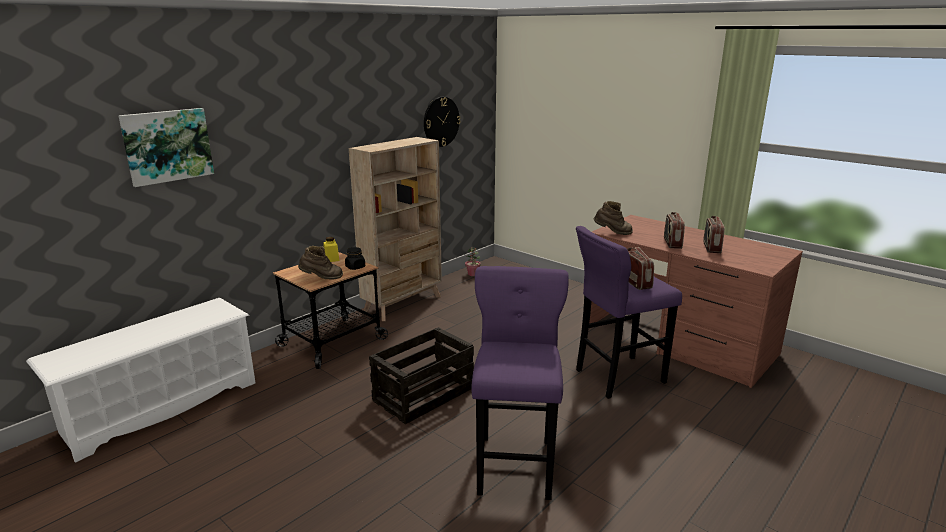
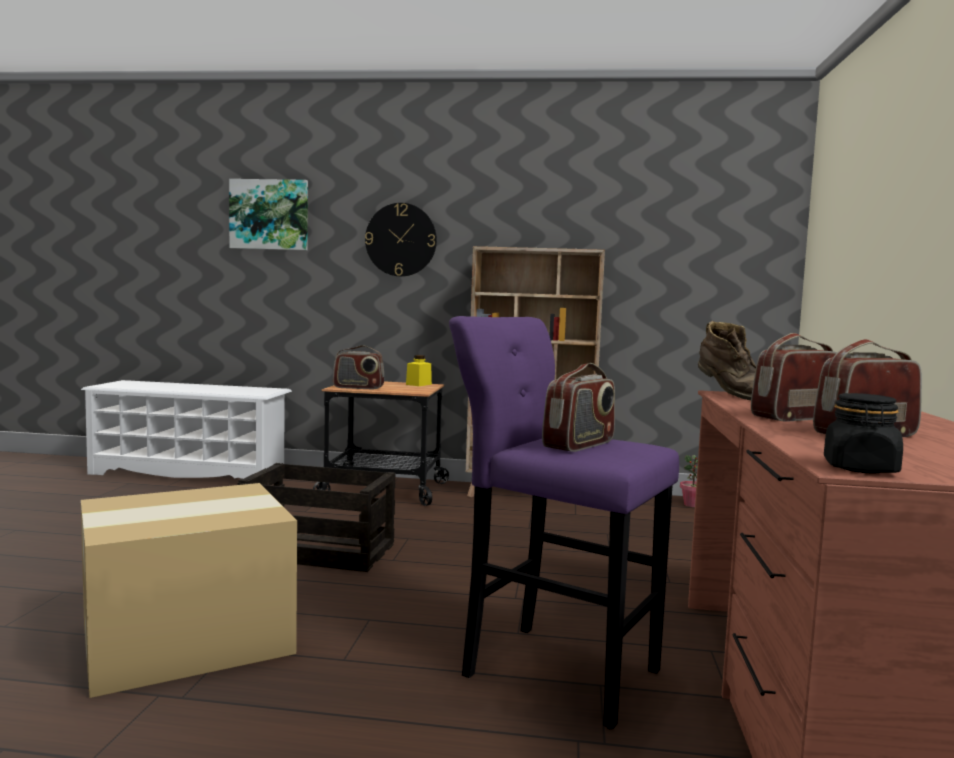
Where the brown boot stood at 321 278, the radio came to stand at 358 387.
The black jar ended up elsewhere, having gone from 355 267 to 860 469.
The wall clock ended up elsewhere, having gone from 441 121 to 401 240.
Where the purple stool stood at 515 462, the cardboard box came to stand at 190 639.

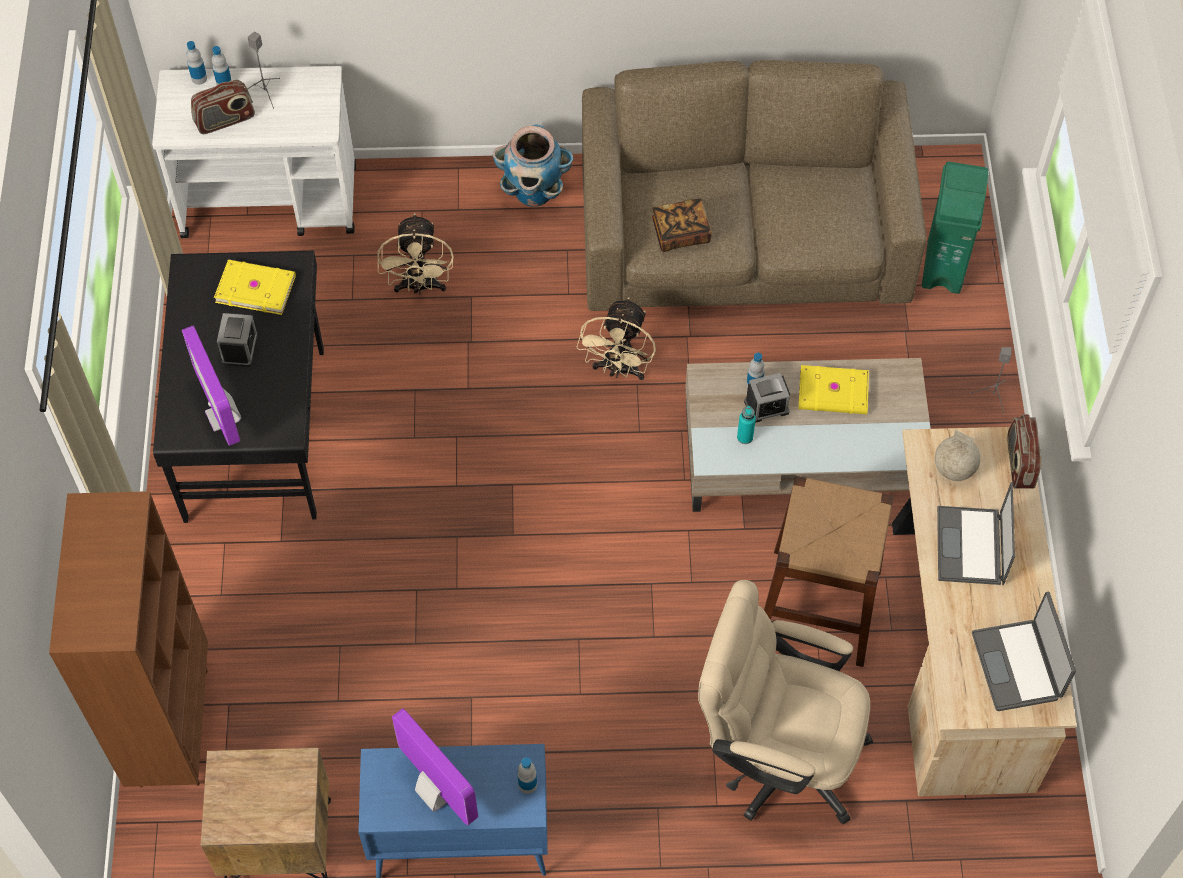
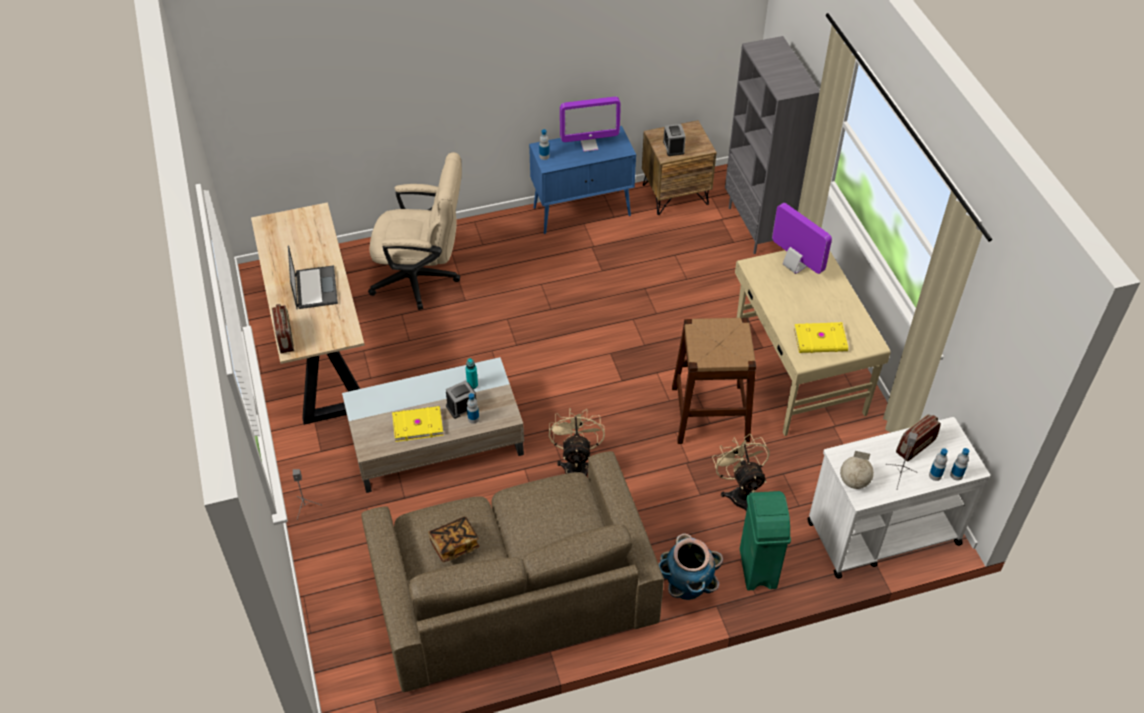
What was the brown bookcase at 171 726 turned into the grey bookcase at 757 227.
What was the black desk at 258 432 turned into the beige desk at 797 376.
The alarm clock ended up elsewhere, having gone from 240 348 to 673 147.
The monitor at 437 793 ended up facing another way, 45 degrees counterclockwise from before.
The book ended up elsewhere, having gone from 680 233 to 454 545.
The brown stool ended up elsewhere, having gone from 818 606 to 710 413.
The green trash can ended up elsewhere, having gone from 944 265 to 757 569.
The globe ended up elsewhere, having gone from 954 470 to 853 481.
The second view lost the laptop at 1018 666.

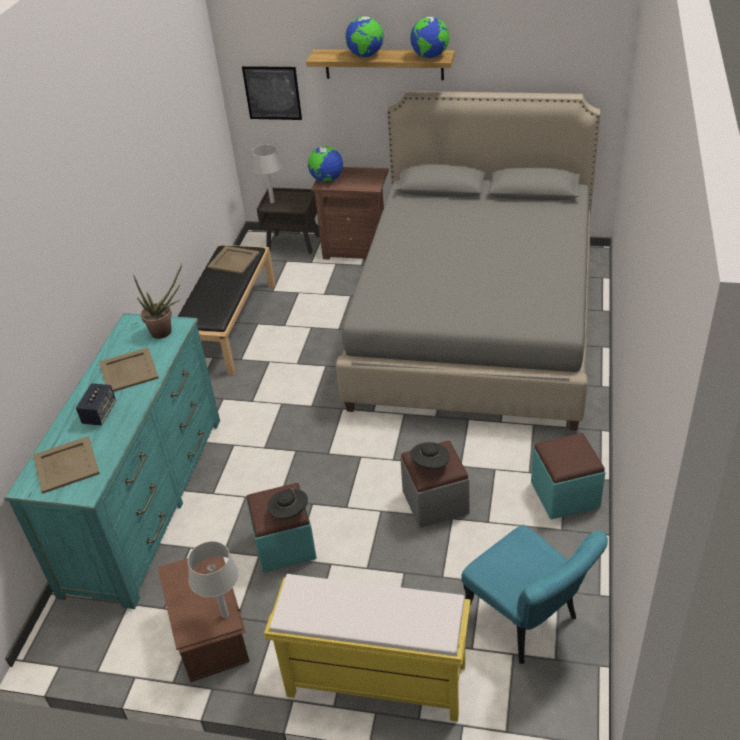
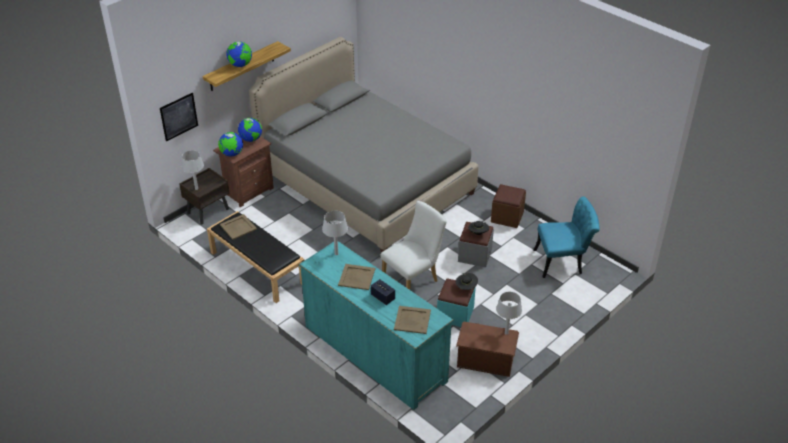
Where the potted plant stood at 166 331, the grey table lamp came to stand at 336 254.
The second view lost the yellow bench at 374 681.
The globe ended up elsewhere, having gone from 430 56 to 251 139.
What was the turquoise ottoman at 565 494 turned into the brown ottoman at 507 217.
The second view gained the white chair at 413 279.

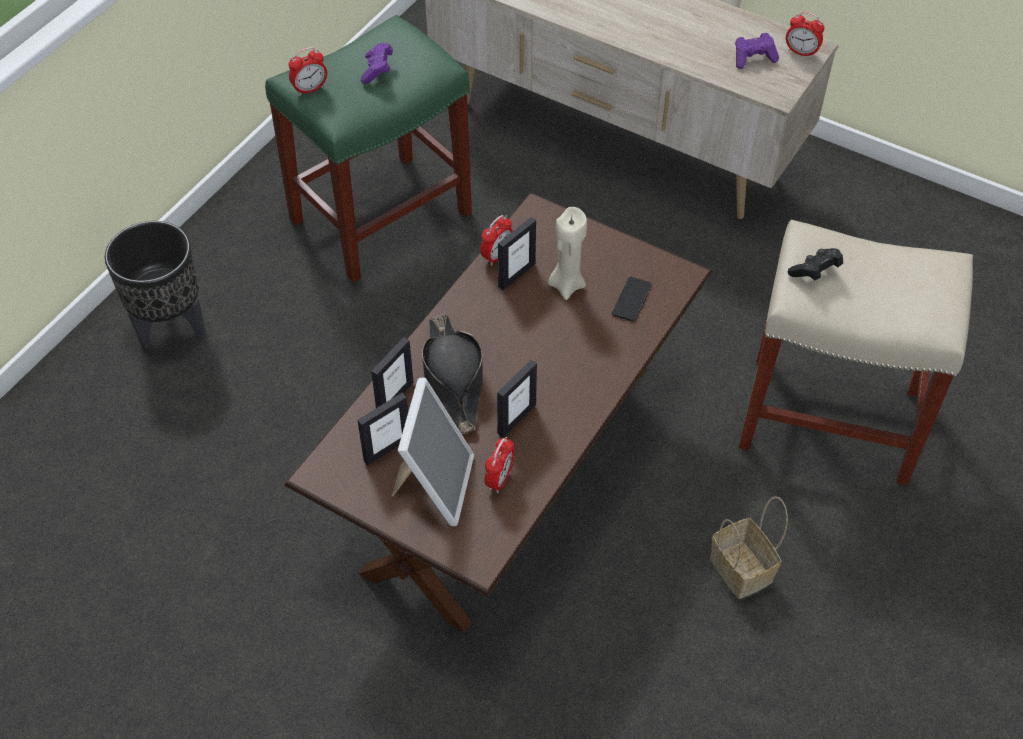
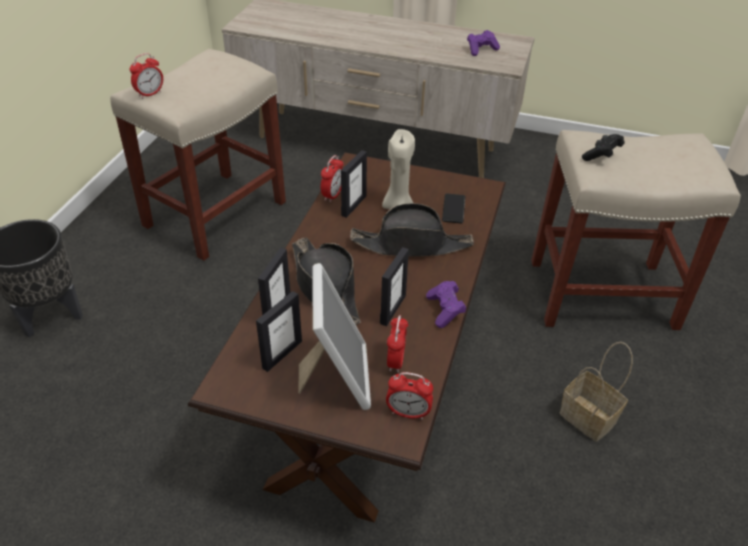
What was the green stool at 382 215 turned into the beige stool at 216 212.
The purple game controller ended up elsewhere, having gone from 377 70 to 445 310.
The alarm clock ended up elsewhere, having gone from 801 52 to 408 413.
The second view gained the black hat at 412 245.

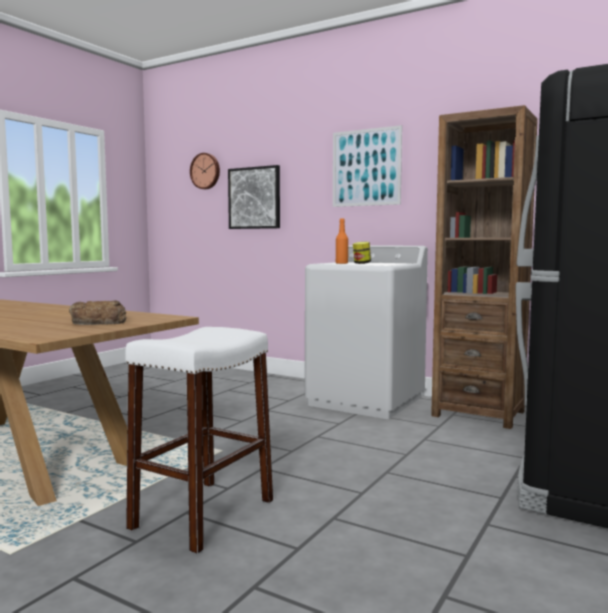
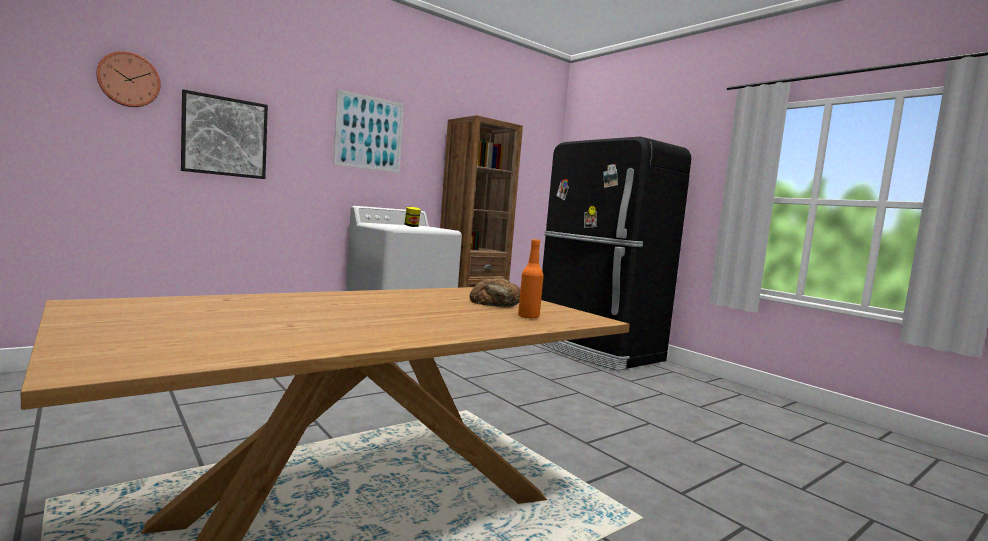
The second view lost the white stool at 203 514.
The orange bottle ended up elsewhere, having gone from 341 263 to 528 317.

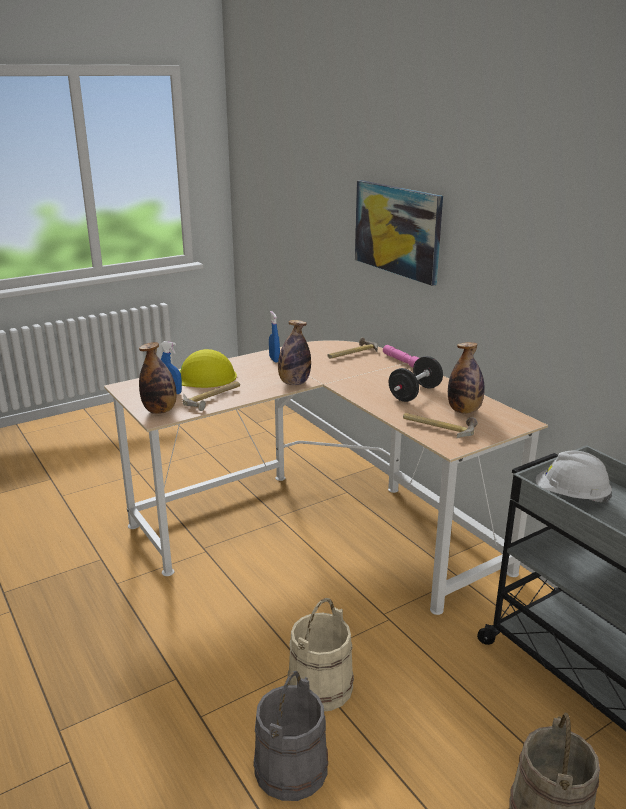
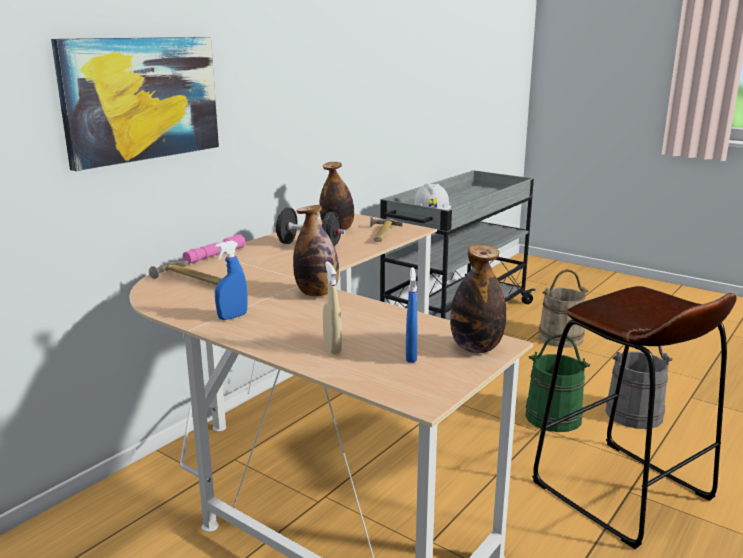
Where the yellow hard hat stood at 204 377, the beige spray bottle came to stand at 332 348.
The second view lost the hammer at 214 398.
What was the beige bucket at 320 686 turned into the green bucket at 553 417.
The second view gained the brown stool at 621 491.

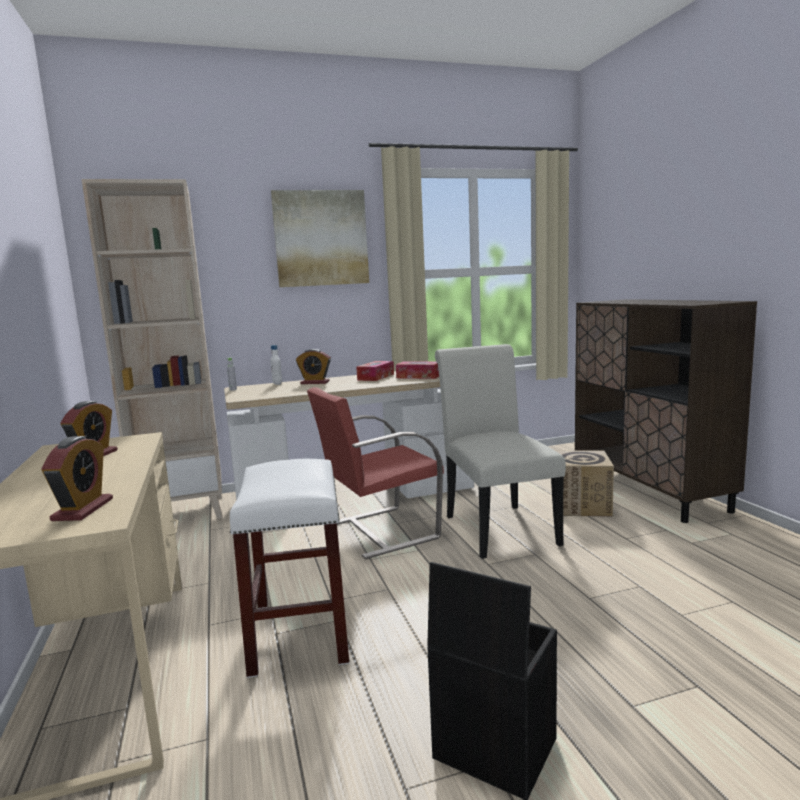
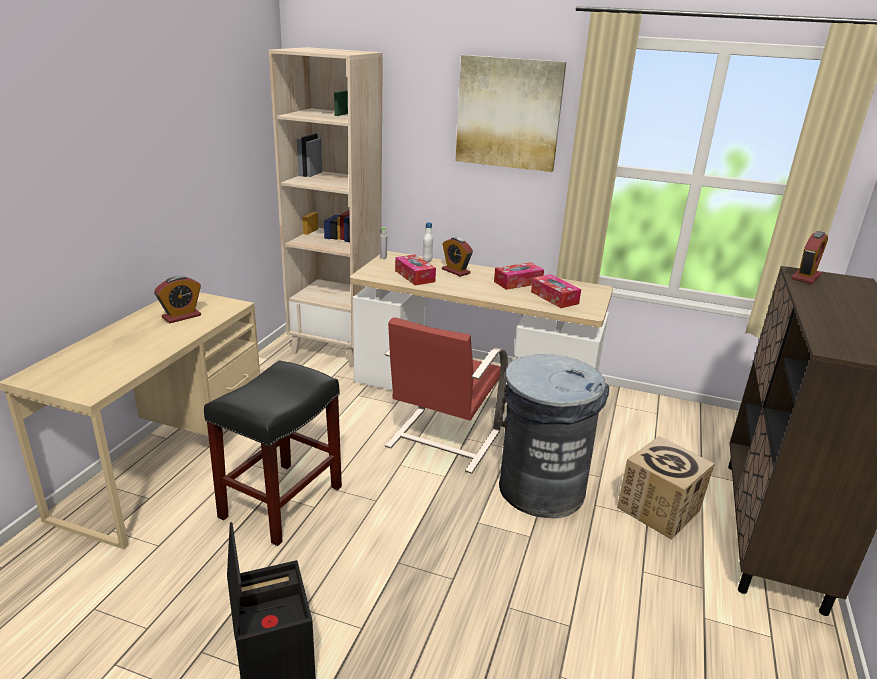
The alarm clock ended up elsewhere, having gone from 83 509 to 806 277.
What was the white stool at 300 632 turned into the black stool at 281 503.
The red chair at 379 531 ended up facing another way, 75 degrees counterclockwise from before.
Where the white chair stood at 497 527, the grey trash can came to stand at 541 488.
The second view gained the tissue box at 414 276.

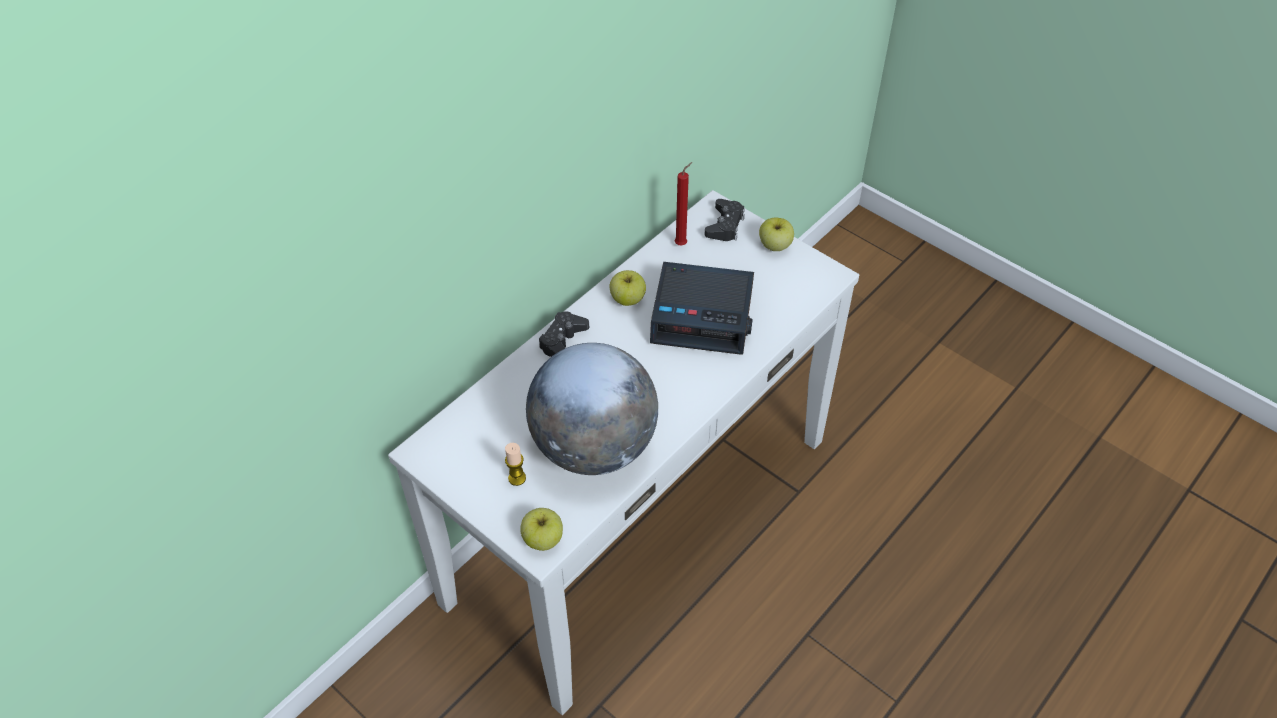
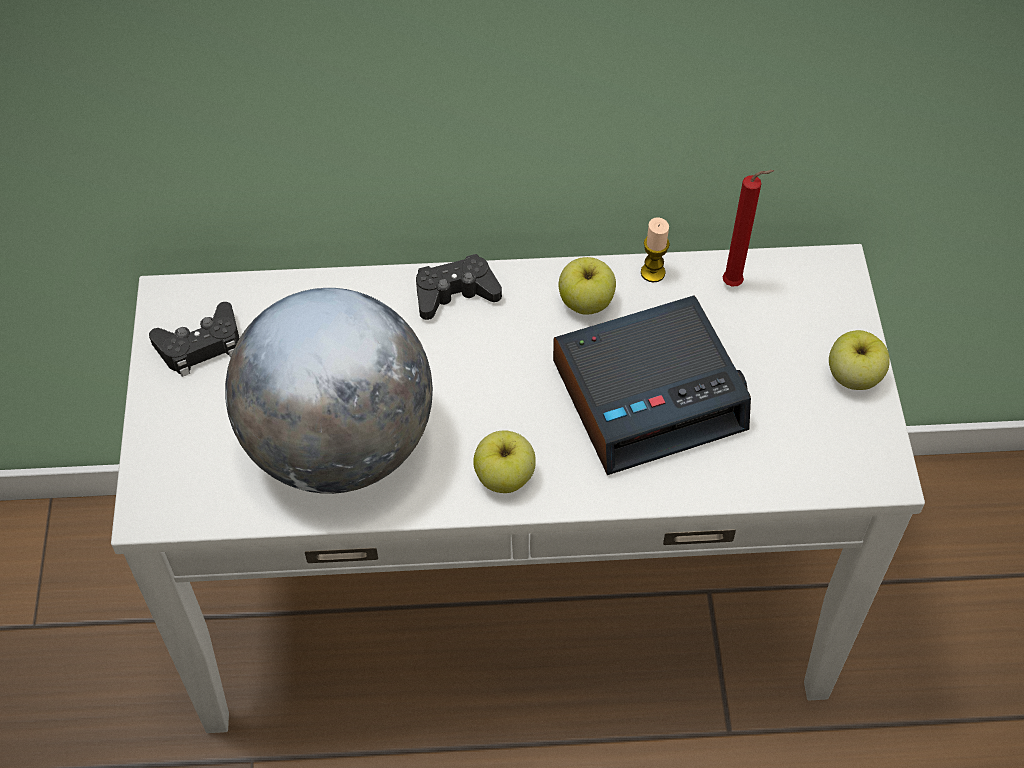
The candle ended up elsewhere, having gone from 517 478 to 652 272.
The apple ended up elsewhere, having gone from 543 539 to 505 477.
The alarm clock at 703 316 ended up facing another way, 75 degrees counterclockwise from before.
The black game controller ended up elsewhere, having gone from 725 225 to 200 345.

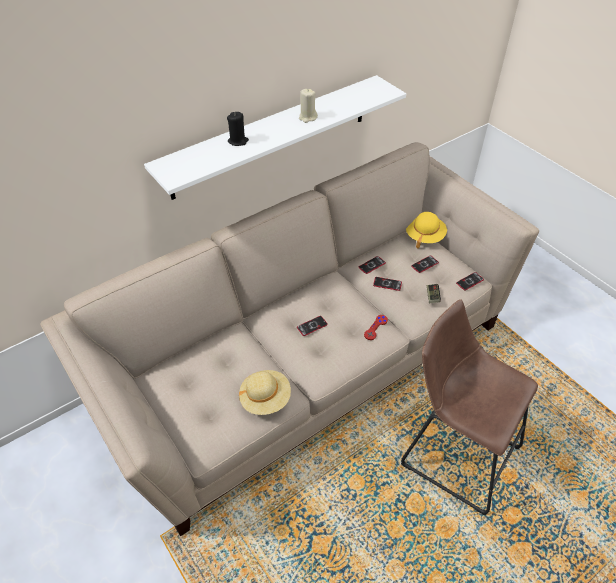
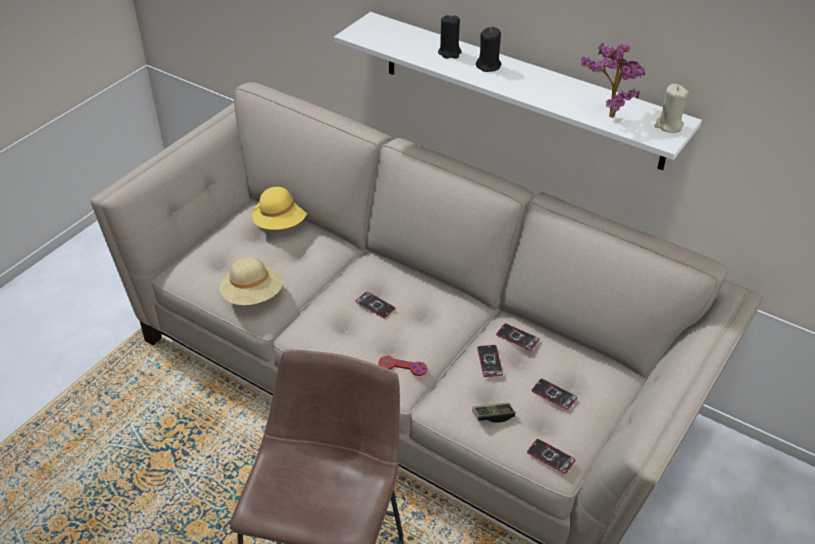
The beige candle ended up elsewhere, having gone from 307 117 to 668 125.
The yellow hat ended up elsewhere, having gone from 424 235 to 281 222.
The second view gained the black candle at 488 66.
The second view gained the potted plant at 607 114.

